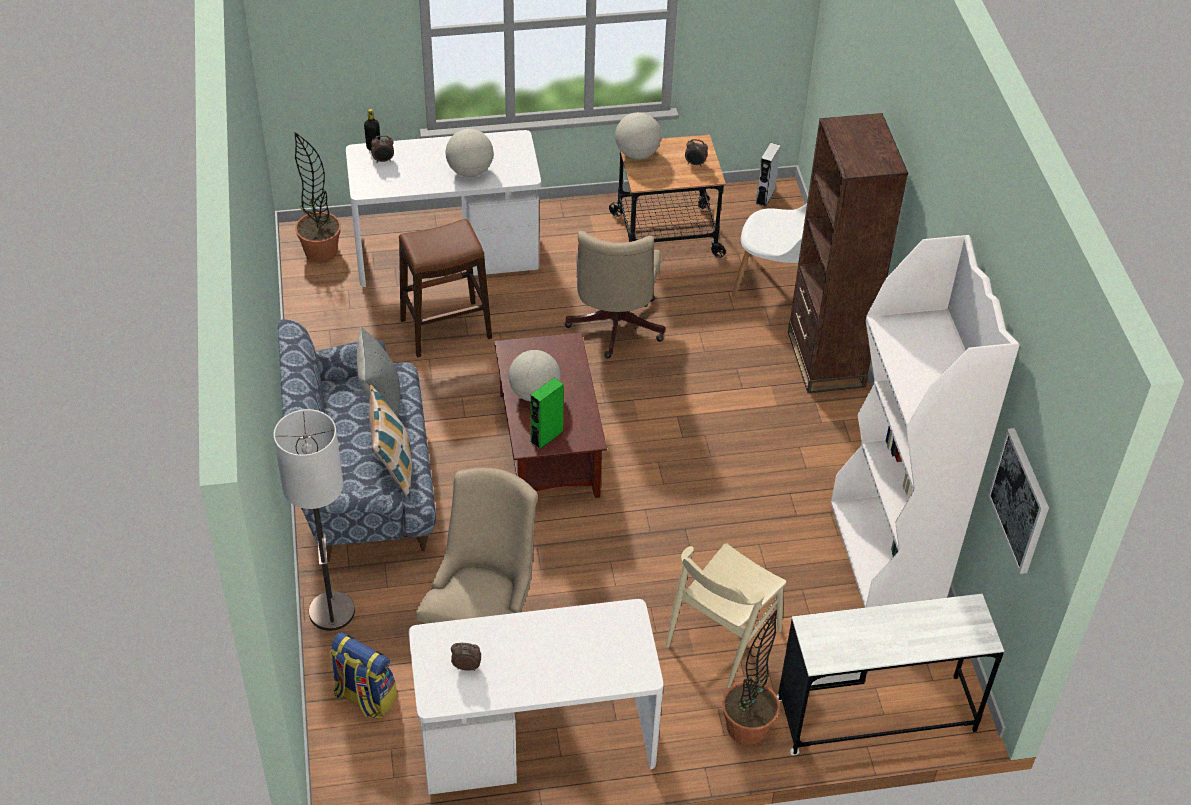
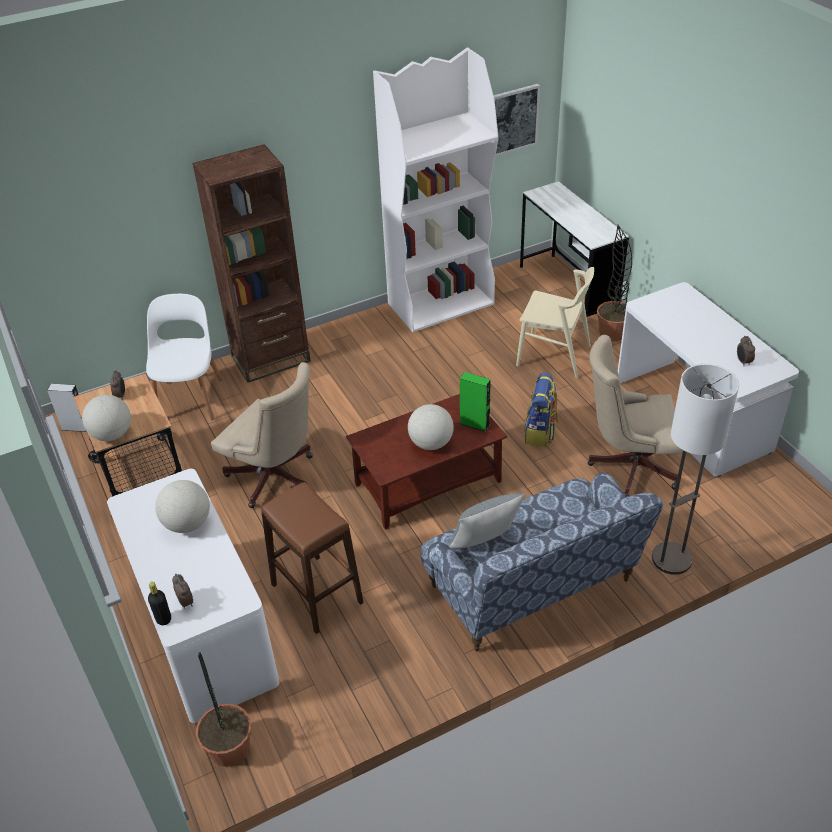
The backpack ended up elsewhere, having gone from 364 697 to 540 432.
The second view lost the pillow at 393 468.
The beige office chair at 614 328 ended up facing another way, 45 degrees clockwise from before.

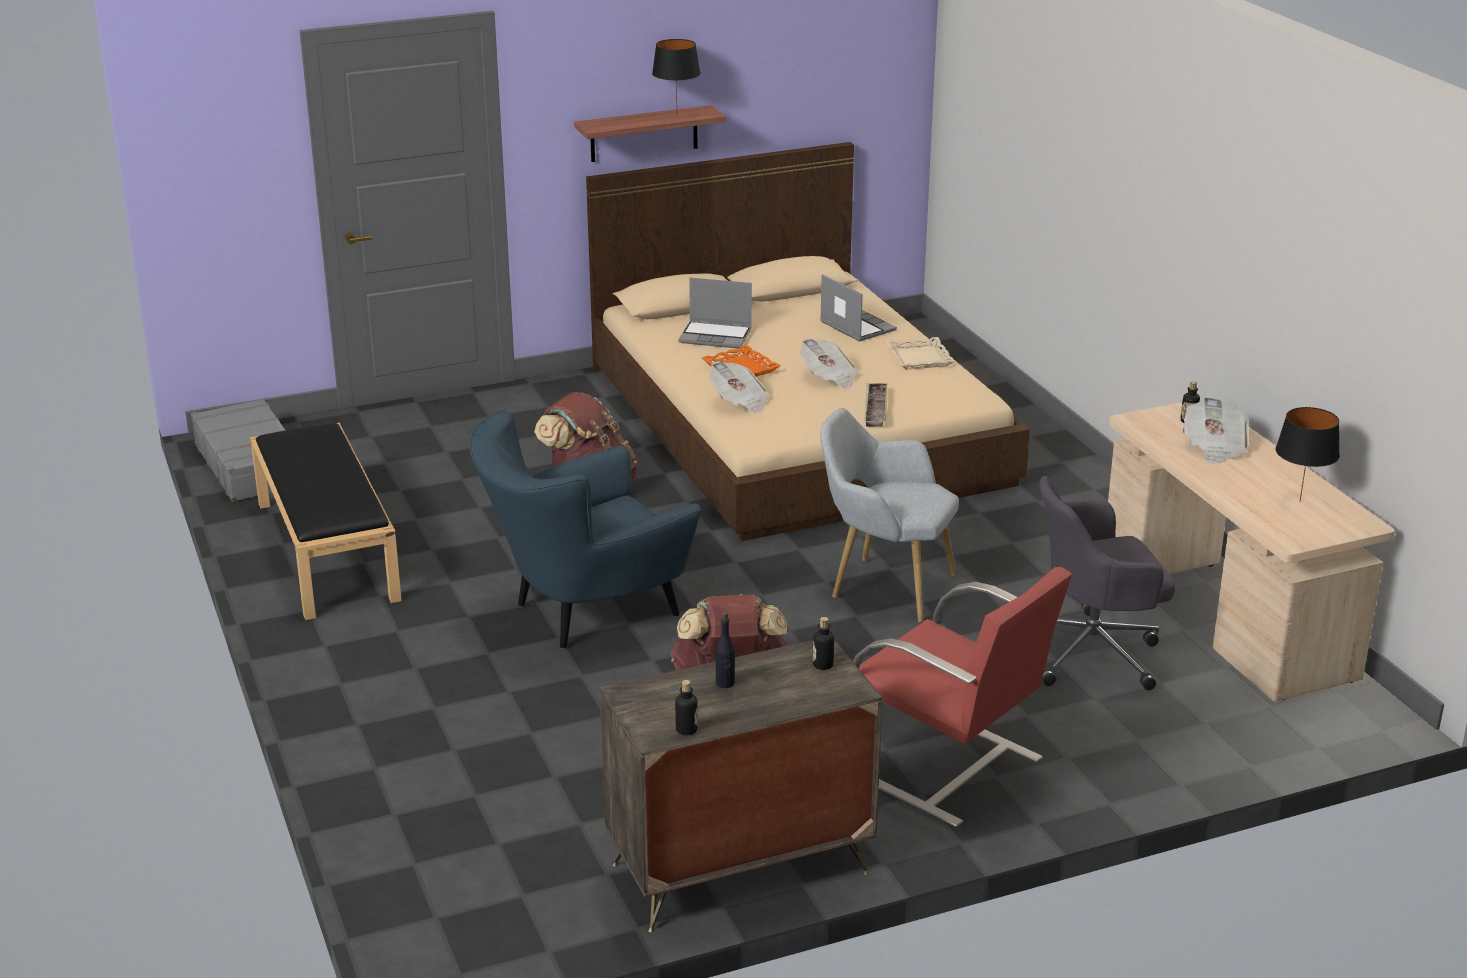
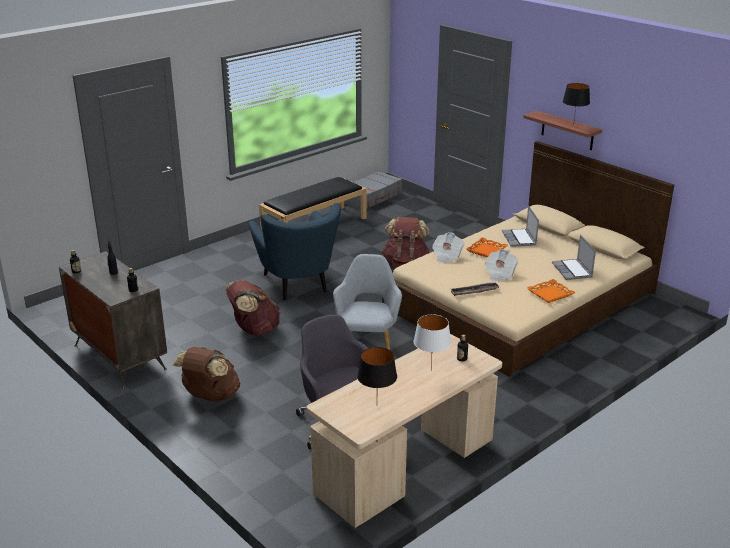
The blue armchair at 585 612 ended up facing another way, 150 degrees counterclockwise from before.
The laptop at 856 326 ended up facing another way, 135 degrees clockwise from before.
Where the red armchair stood at 949 768, the brown backpack came to stand at 210 396.
What was the beige tray at 919 358 turned into the orange tray at 550 294.
Where the newspaper stood at 1214 448, the white table lamp came to stand at 430 370.

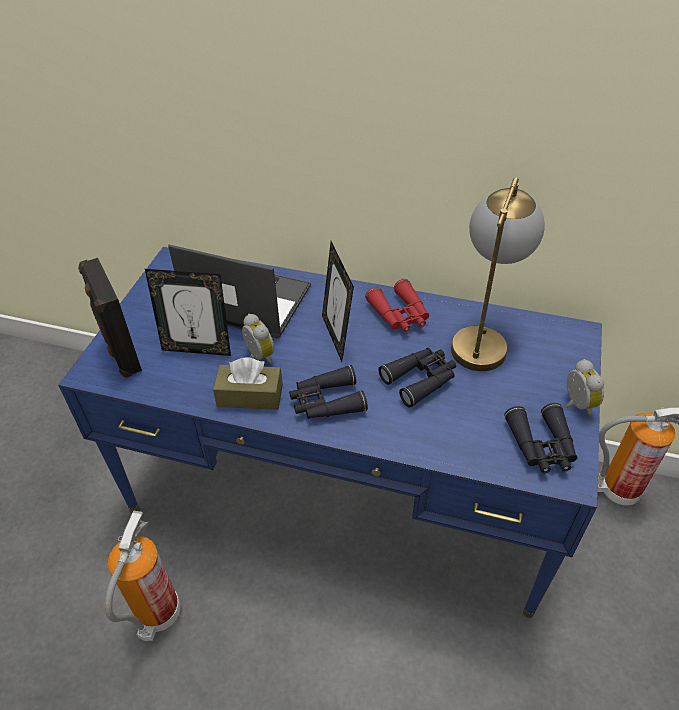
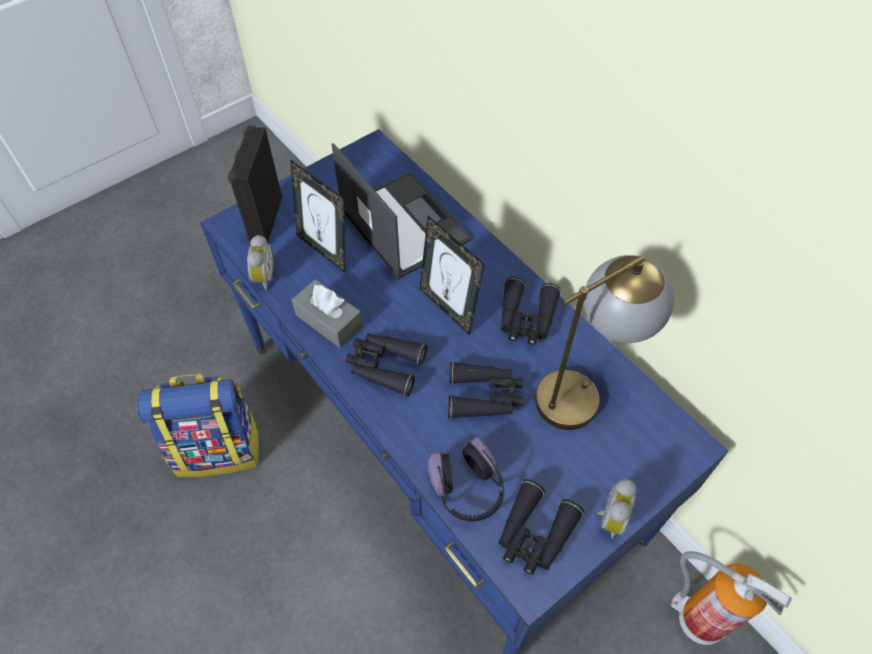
Where the fire extinguisher stood at 158 615, the backpack came to stand at 218 449.
What was the brown tissue box at 250 396 turned into the grey tissue box at 329 321.
The alarm clock ended up elsewhere, having gone from 258 357 to 262 277.
The picture frame at 337 337 ended up facing another way, 60 degrees counterclockwise from before.
What was the red binoculars at 400 315 turned into the black binoculars at 526 319.
The second view gained the headphones at 467 489.

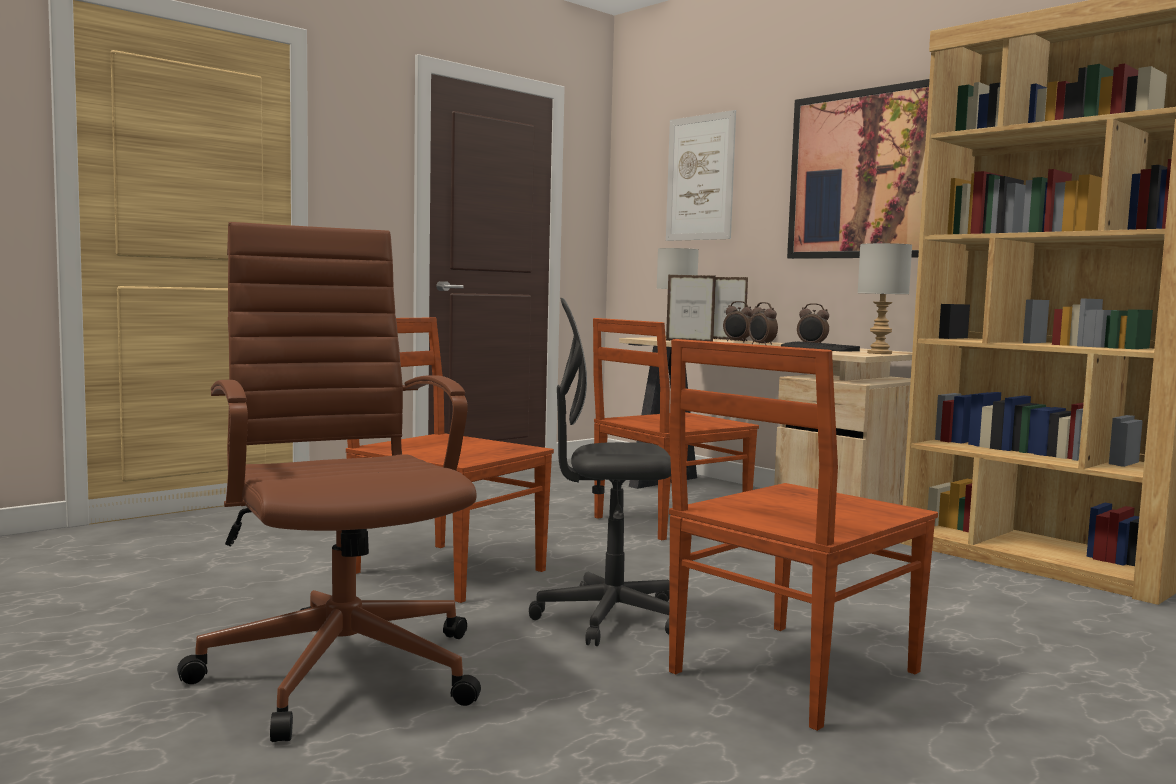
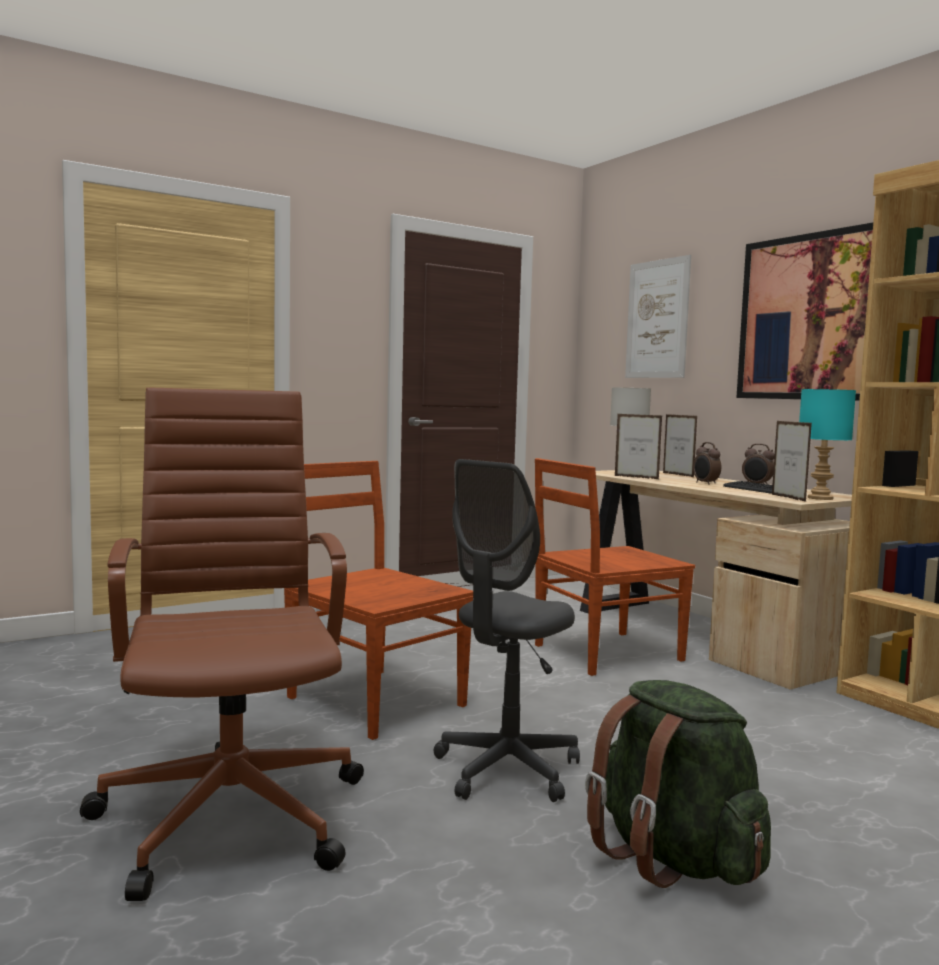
The grey office chair at 609 619 ended up facing another way, 60 degrees counterclockwise from before.
Where the brown chair stood at 790 673, the green backpack came to stand at 672 858.
The second view lost the alarm clock at 737 341.
What was the grey table lamp at 878 353 turned into the turquoise table lamp at 819 498.
The second view gained the picture frame at 788 498.

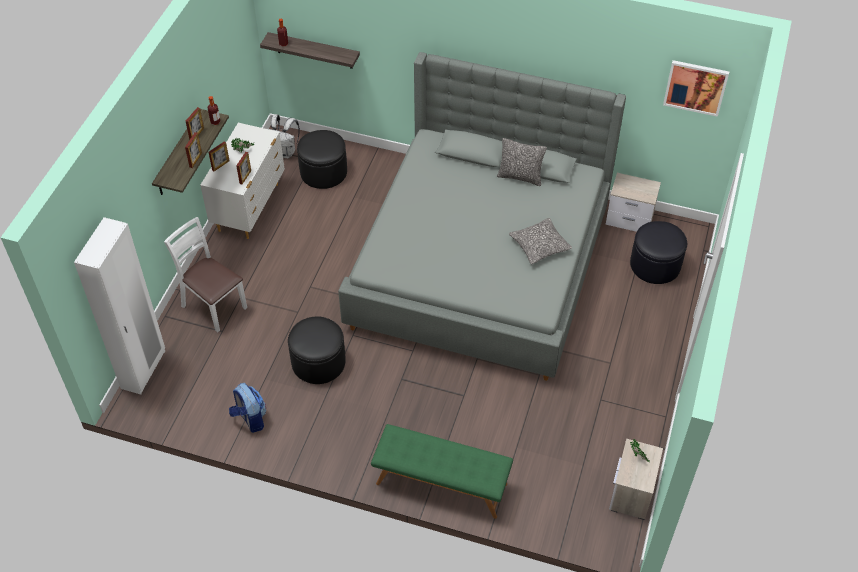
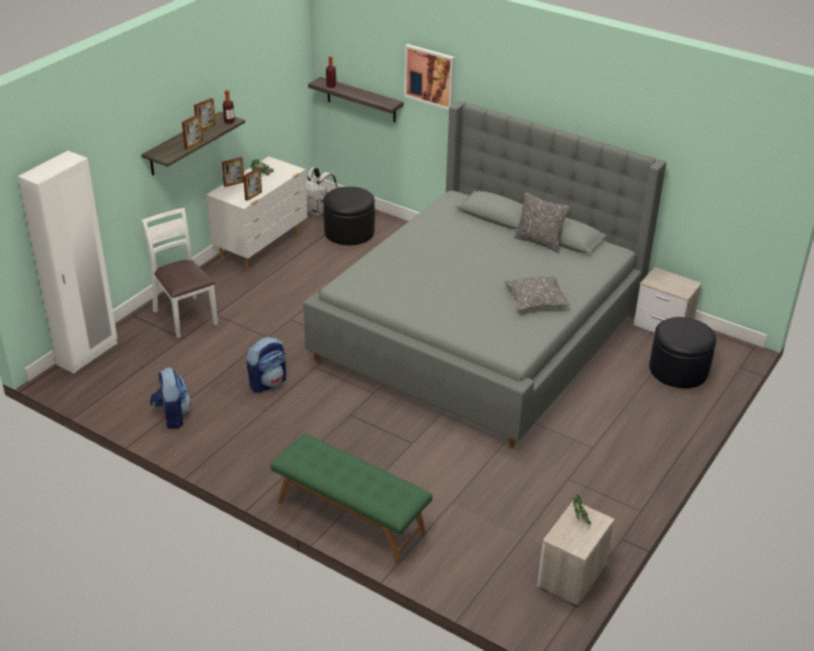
Where the black ottoman stood at 318 362, the backpack came to stand at 268 382.
The picture ended up elsewhere, having gone from 695 87 to 430 76.

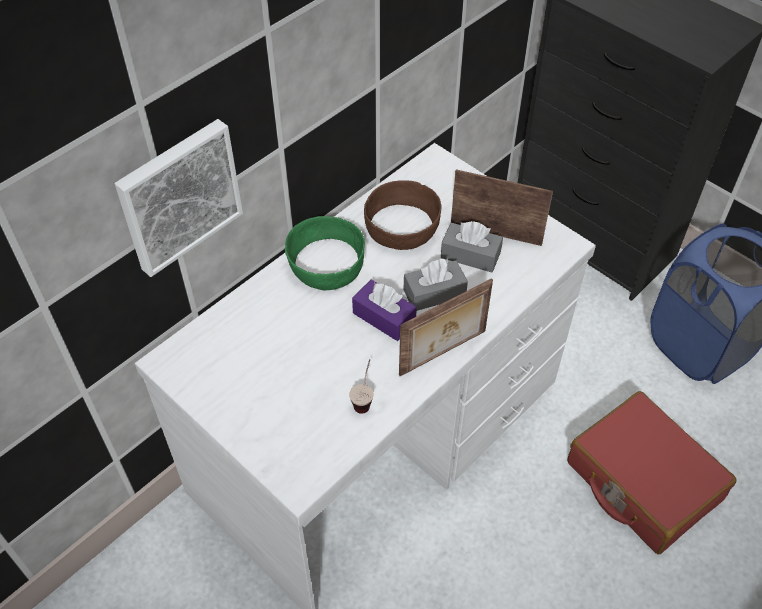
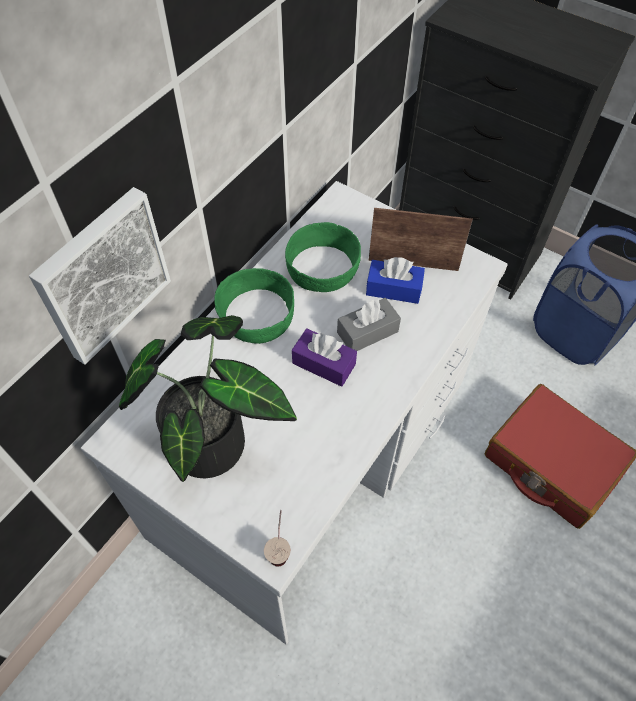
The cup ended up elsewhere, having gone from 364 398 to 279 547.
What was the brown bowl at 403 226 turned into the green bowl at 323 267.
The second view lost the picture frame at 443 354.
What was the grey tissue box at 470 255 turned into the blue tissue box at 393 288.
The second view gained the potted plant at 214 437.

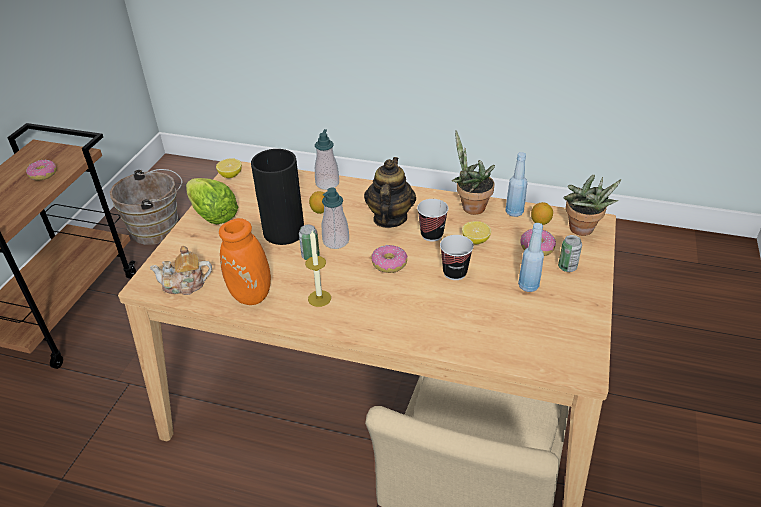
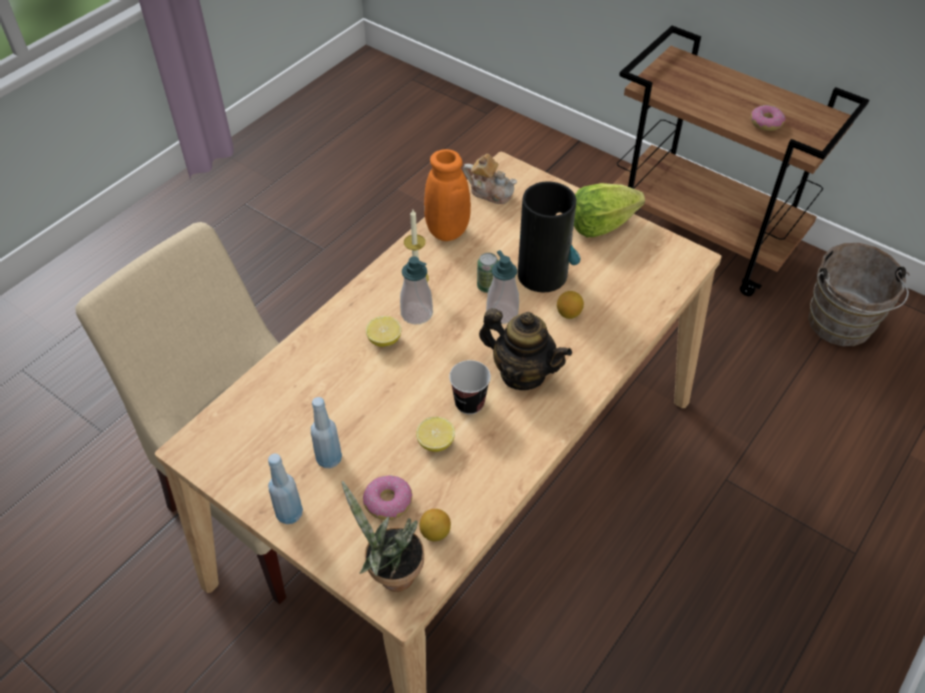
The teapot at 185 285 ended up facing another way, 105 degrees clockwise from before.
The lemon ended up elsewhere, having gone from 230 175 to 384 340.
The soap dispenser ended up elsewhere, having gone from 327 183 to 416 313.
The second view lost the donut at 389 264.
The second view lost the cup at 455 272.
The second view lost the potted plant at 470 206.
The blue bottle ended up elsewhere, having gone from 514 212 to 289 513.
The second view lost the can at 567 267.

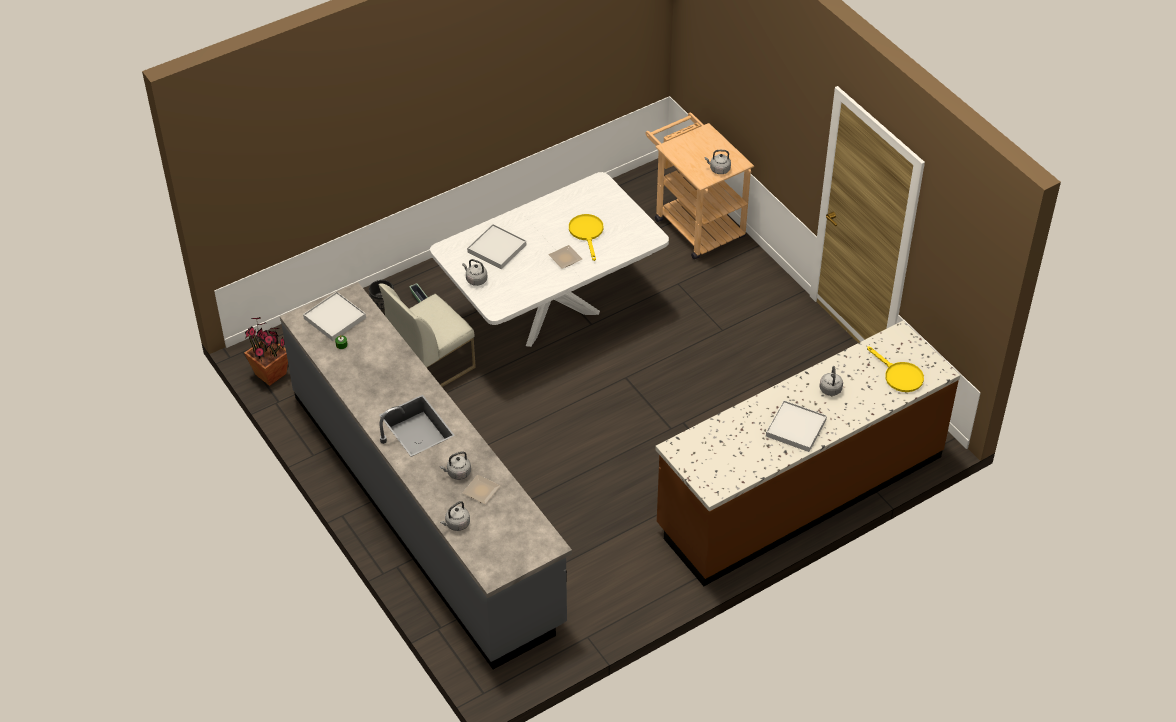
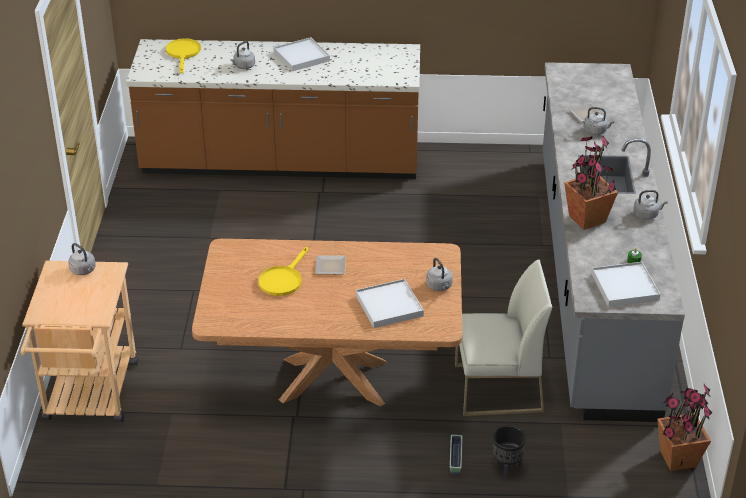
What was the white dining table at 550 313 turned into the brown dining table at 333 380.
The grey kettle ended up elsewhere, having gone from 456 524 to 647 215.
The second view gained the potted plant at 586 219.

